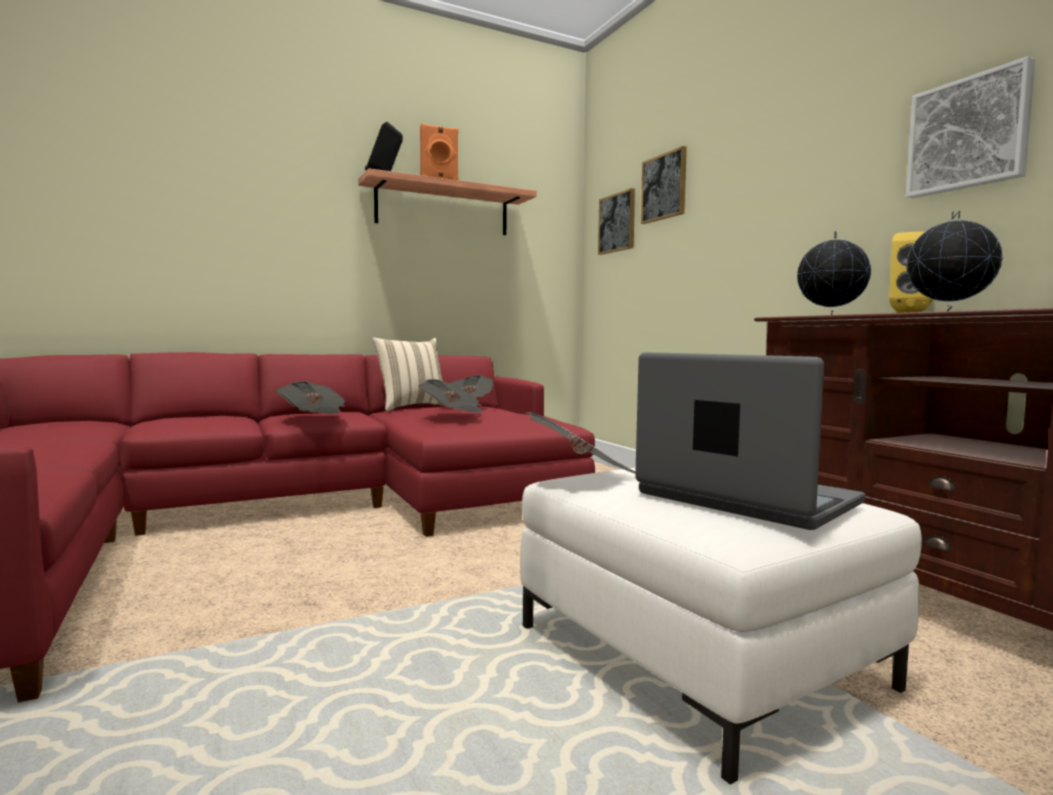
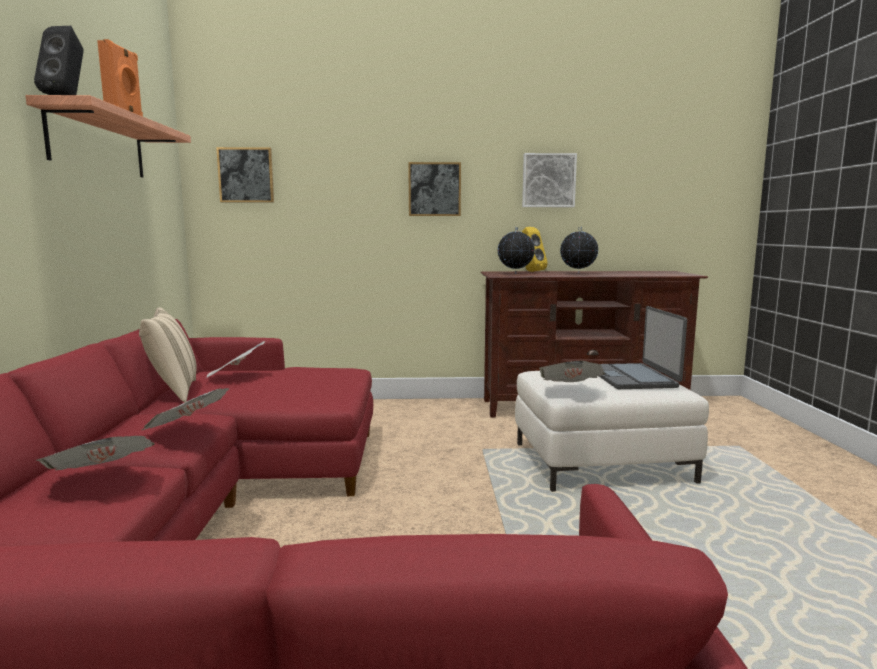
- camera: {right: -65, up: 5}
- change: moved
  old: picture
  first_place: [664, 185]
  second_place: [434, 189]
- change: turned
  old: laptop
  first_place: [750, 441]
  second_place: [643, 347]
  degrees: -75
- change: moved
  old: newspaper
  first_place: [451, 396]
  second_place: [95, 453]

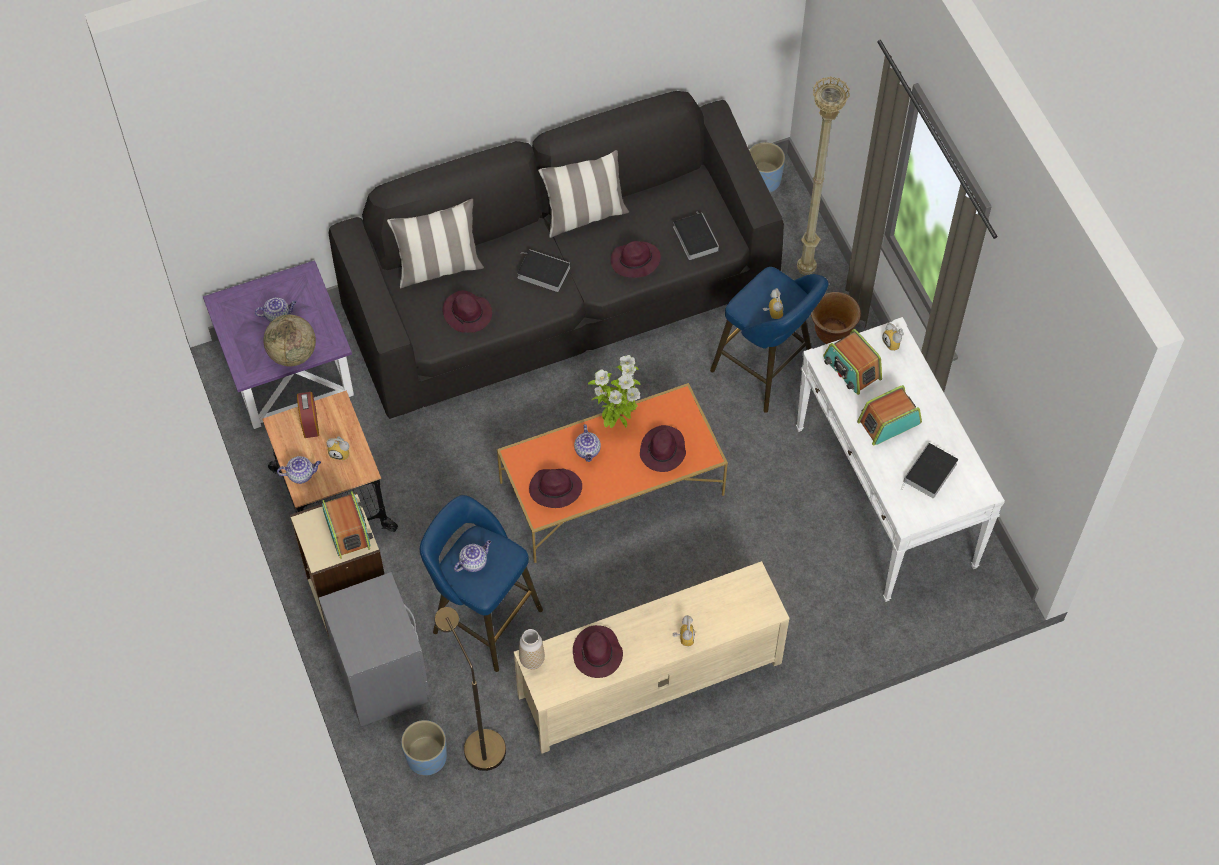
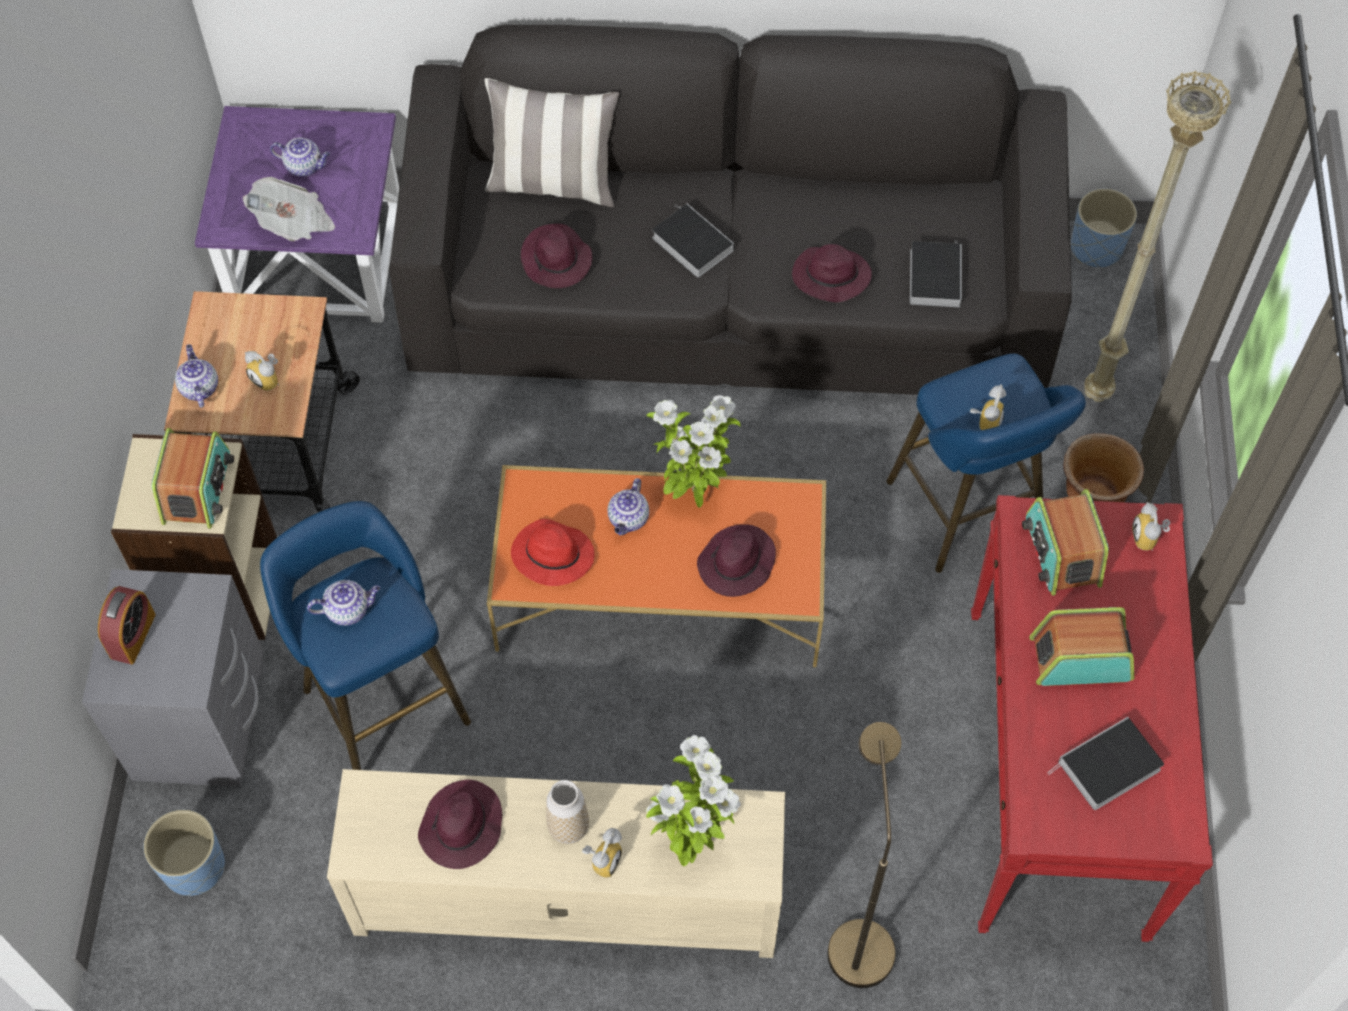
- camera: {right: 25, up: 0}
- change: removed
  old: pillow
  first_place: [583, 194]
- change: replaced
  old: globe
  new: newspaper
  first_place: [289, 340]
  second_place: [289, 209]
- change: recoloured
  old: console table (white)
  new: console table (red)
  first_place: [900, 459]
  second_place: [1092, 718]
- change: moved
  old: alarm clock
  first_place: [308, 415]
  second_place: [127, 625]
- change: turned
  old: teapot
  first_place: [299, 470]
  second_place: [196, 376]
  degrees: -120
- change: recoloured
  old: hat (purple)
  new: hat (red)
  first_place: [555, 488]
  second_place: [553, 552]
- change: moved
  old: floor lamp (brown)
  first_place: [470, 689]
  second_place: [864, 855]
- change: moved
  old: vase
  first_place: [532, 649]
  second_place: [567, 812]
- change: added
  new: potted plant
  second_place: [693, 800]

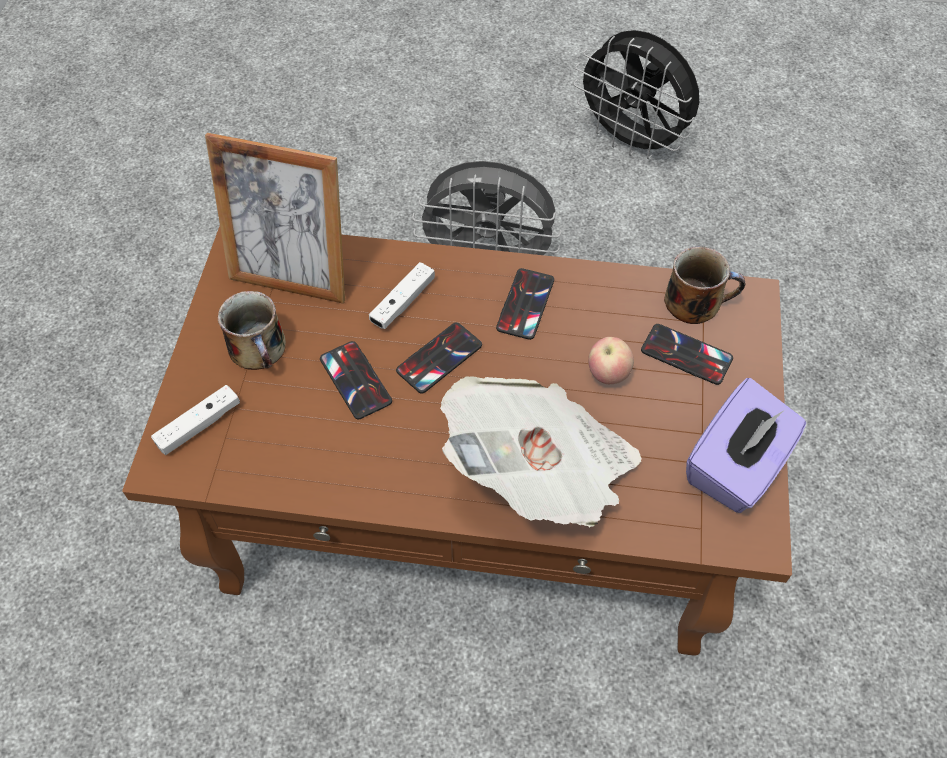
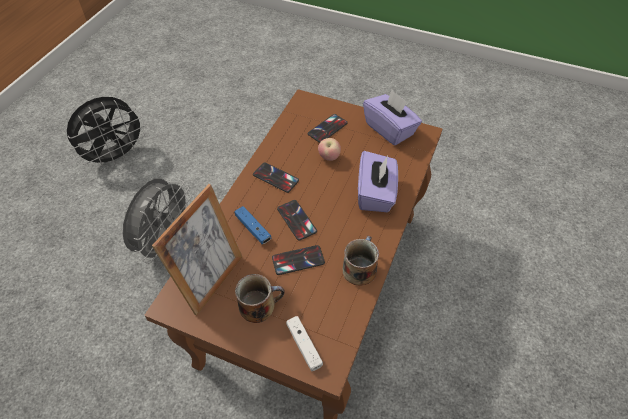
- camera: {right: -75, up: -5}
- change: moved
  old: mug
  first_place: [705, 285]
  second_place: [361, 261]
- change: recoloured
  old: game controller (white)
  new: game controller (blue)
  first_place: [402, 295]
  second_place: [253, 225]
- change: replaced
  old: newspaper
  new: tissue box (purple)
  first_place: [541, 451]
  second_place: [378, 181]

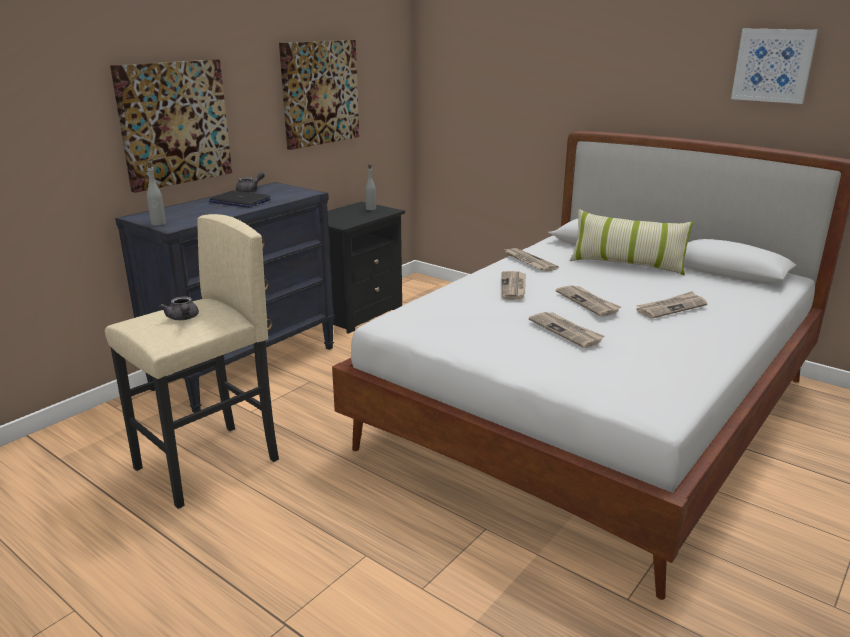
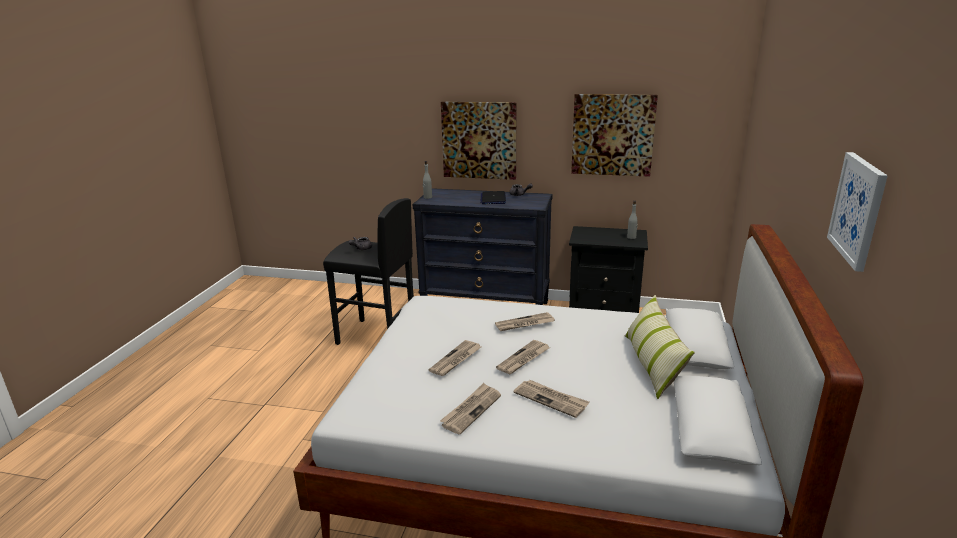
- camera: {right: 65, up: 0}
- change: recoloured
  old: stool (beige)
  new: stool (black)
  first_place: [192, 361]
  second_place: [368, 271]
- change: moved
  old: newspaper
  first_place: [532, 259]
  second_place: [470, 408]

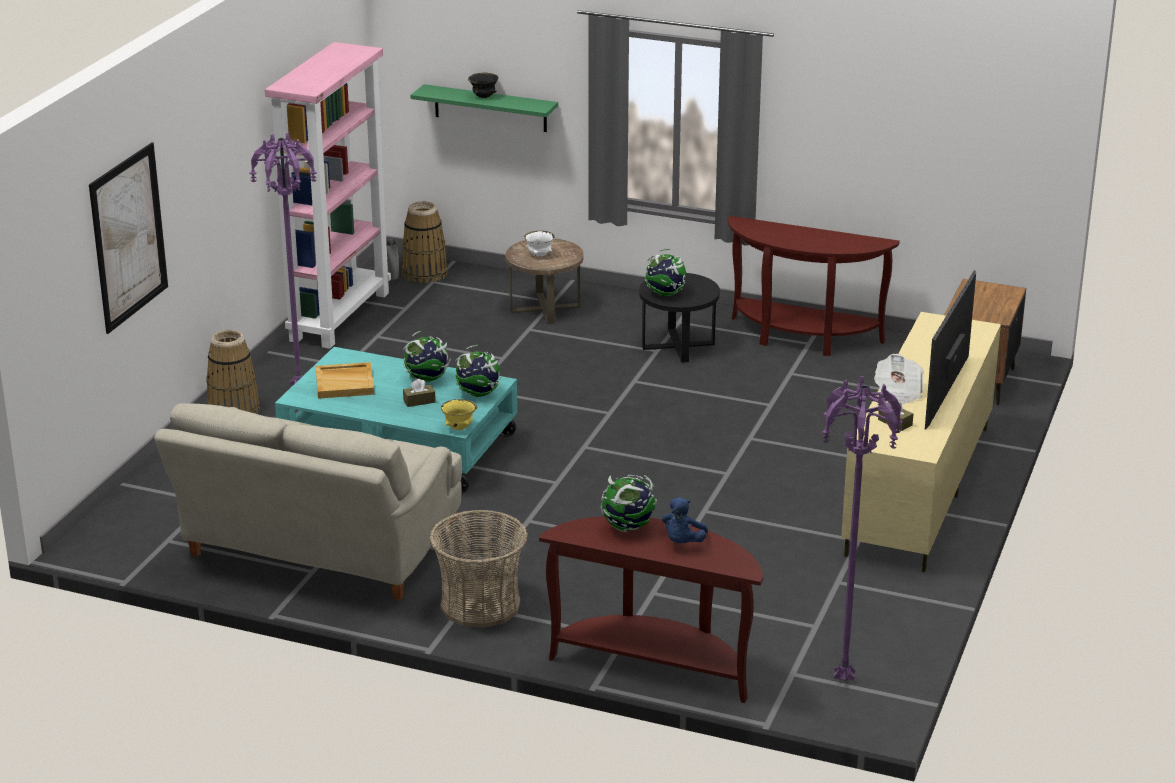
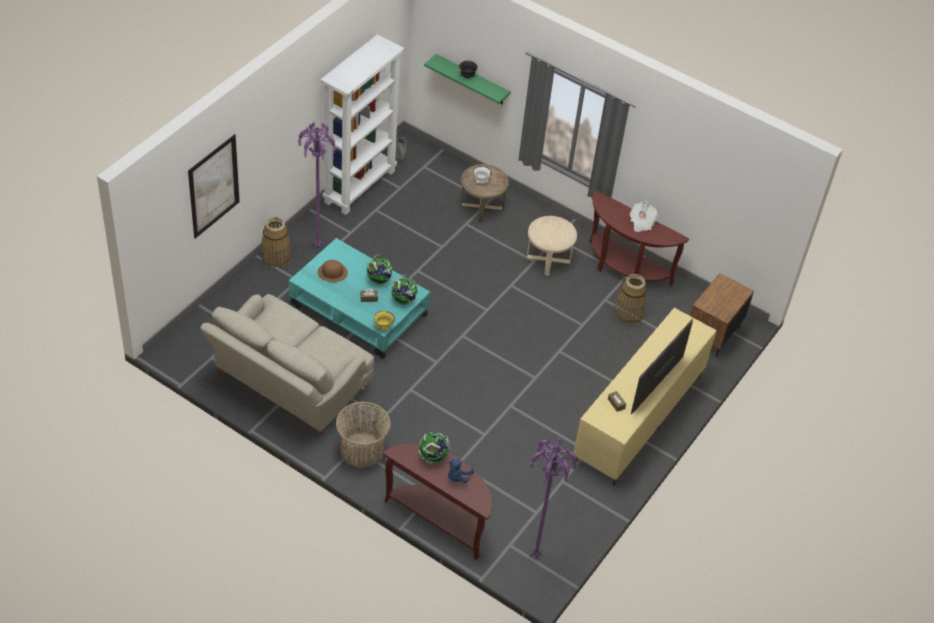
- camera: {right: 10, up: 20}
- change: recoloured
  old: bookcase (pink)
  new: bookcase (white)
  first_place: [328, 195]
  second_place: [362, 125]
- change: moved
  old: basket
  first_place: [425, 242]
  second_place: [630, 299]
- change: removed
  old: globe
  first_place: [666, 272]
- change: recoloured
  old: side table (black)
  new: side table (beige)
  first_place: [679, 318]
  second_place: [551, 246]
- change: moved
  old: newspaper
  first_place: [899, 379]
  second_place: [644, 216]
- change: replaced
  old: tray (beige)
  new: hat (brown)
  first_place: [345, 380]
  second_place: [332, 271]

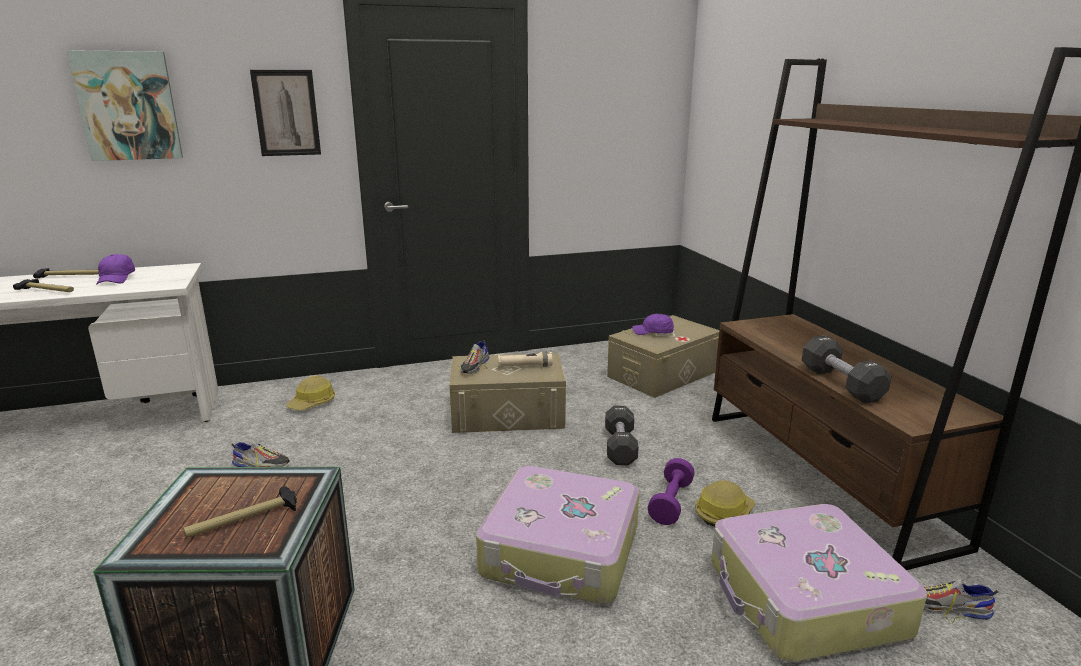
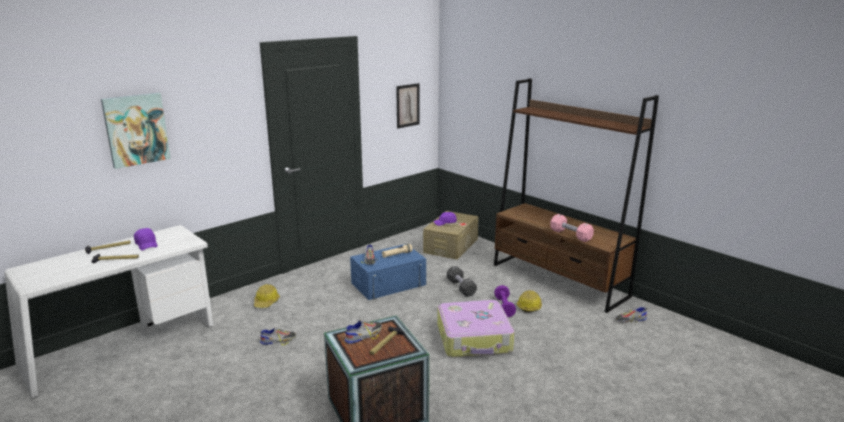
- camera: {right: -25, up: 0}
- change: moved
  old: picture
  first_place: [285, 113]
  second_place: [407, 105]
- change: recoloured
  old: dumbbell (black)
  new: dumbbell (pink)
  first_place: [847, 369]
  second_place: [572, 228]
- change: recoloured
  old: storage box (beige)
  new: storage box (blue)
  first_place: [508, 393]
  second_place: [388, 272]
- change: removed
  old: suitcase
  first_place: [819, 583]
- change: added
  new: shoe
  second_place: [363, 331]

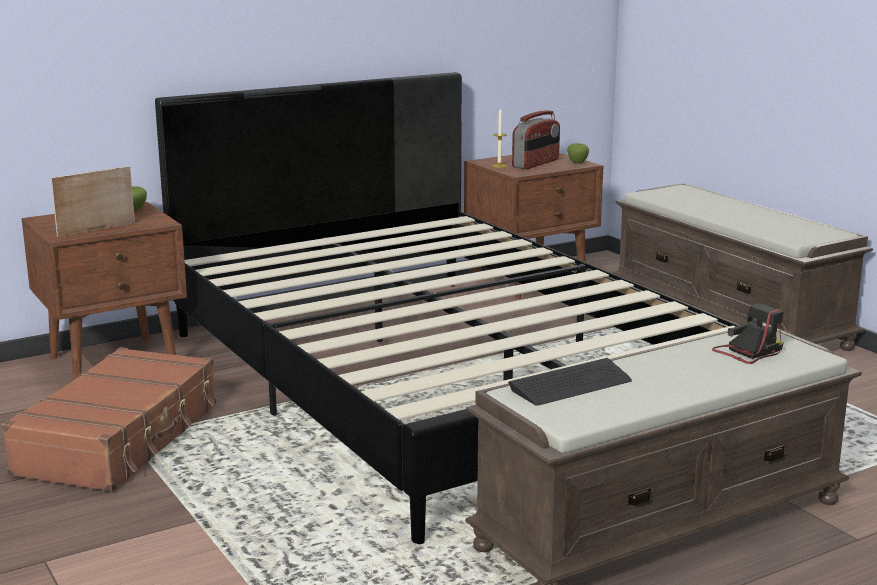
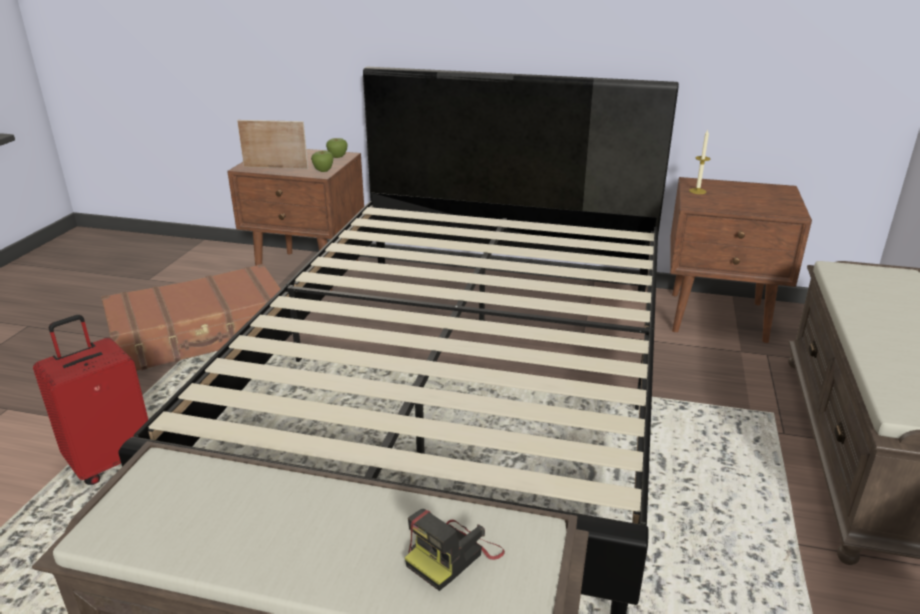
- camera: {right: 45, up: 10}
- change: removed
  old: radio
  first_place: [536, 139]
- change: moved
  old: apple
  first_place: [578, 153]
  second_place: [322, 161]
- change: turned
  old: photo camera
  first_place: [748, 333]
  second_place: [455, 550]
  degrees: 120
- change: removed
  old: keyboard
  first_place: [570, 382]
- change: added
  new: suitcase (red)
  second_place: [90, 400]

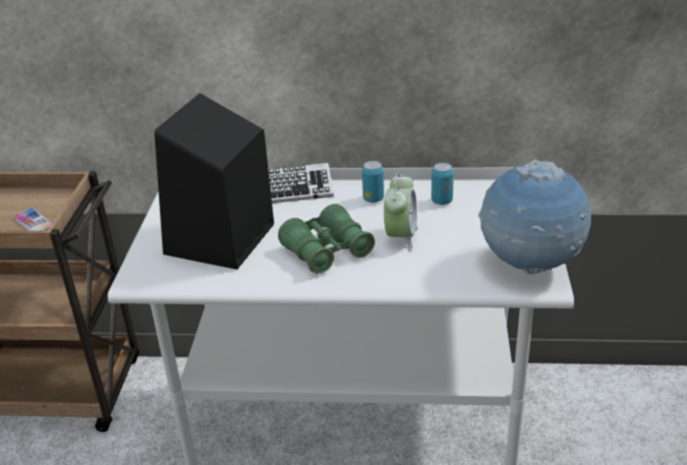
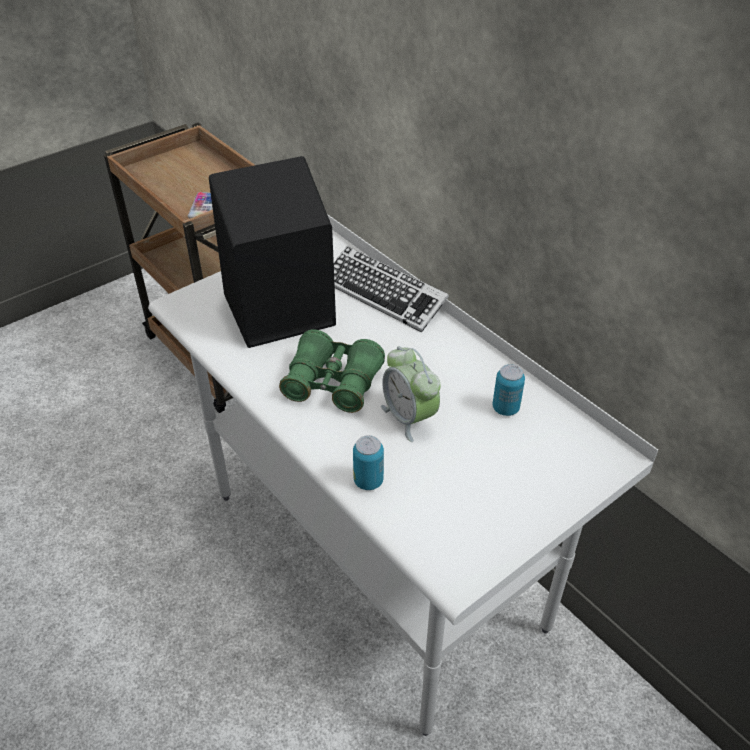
- camera: {right: 45, up: 10}
- change: removed
  old: globe
  first_place: [534, 217]
- change: moved
  old: can
  first_place: [373, 182]
  second_place: [368, 462]
- change: turned
  old: alarm clock
  first_place: [401, 213]
  second_place: [411, 394]
  degrees: 90

